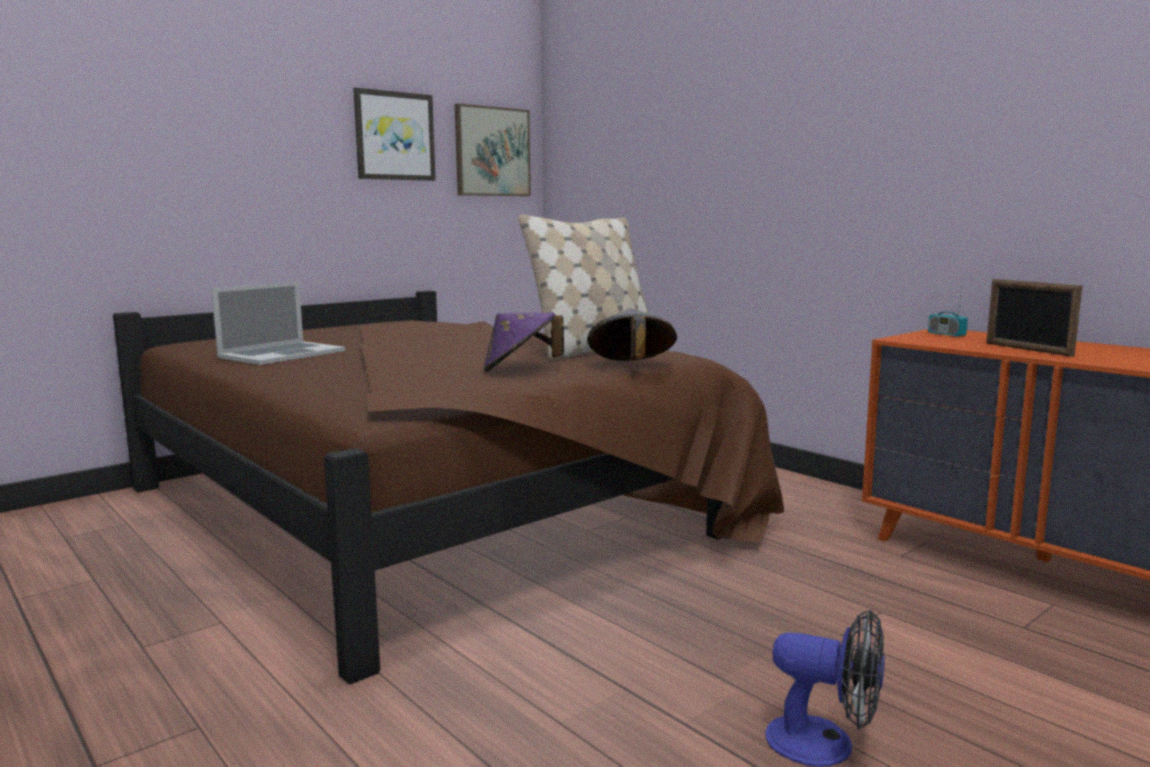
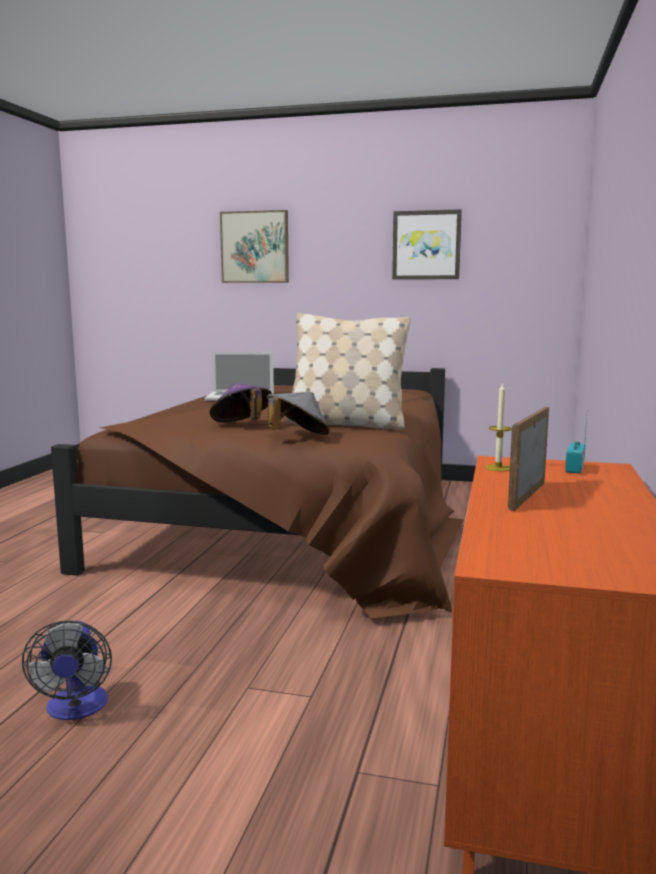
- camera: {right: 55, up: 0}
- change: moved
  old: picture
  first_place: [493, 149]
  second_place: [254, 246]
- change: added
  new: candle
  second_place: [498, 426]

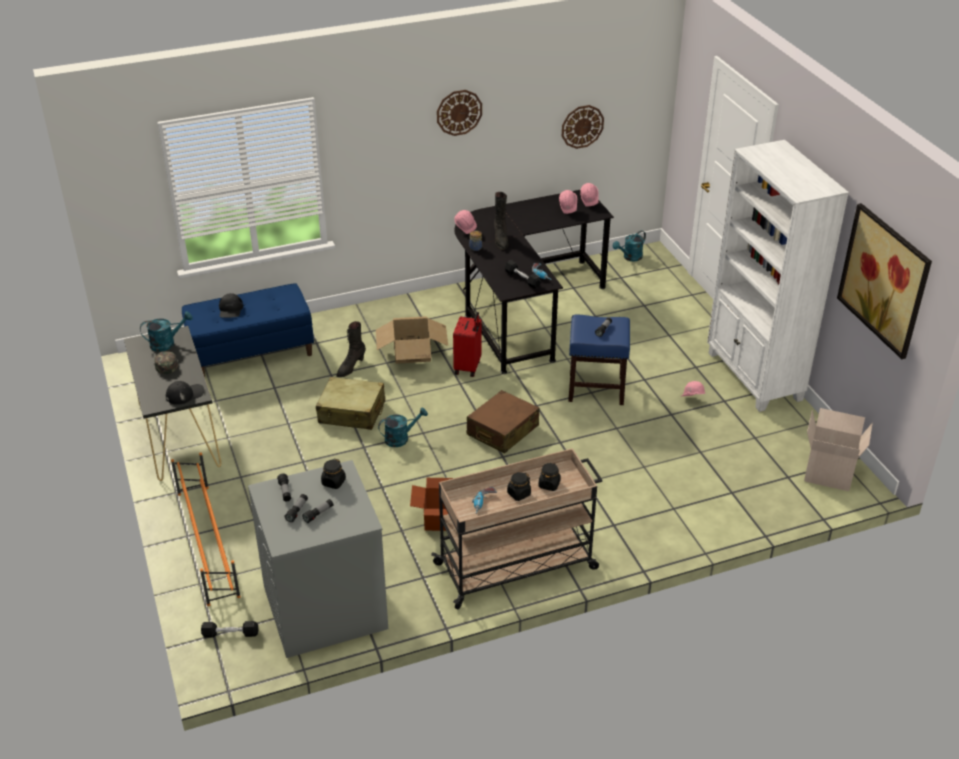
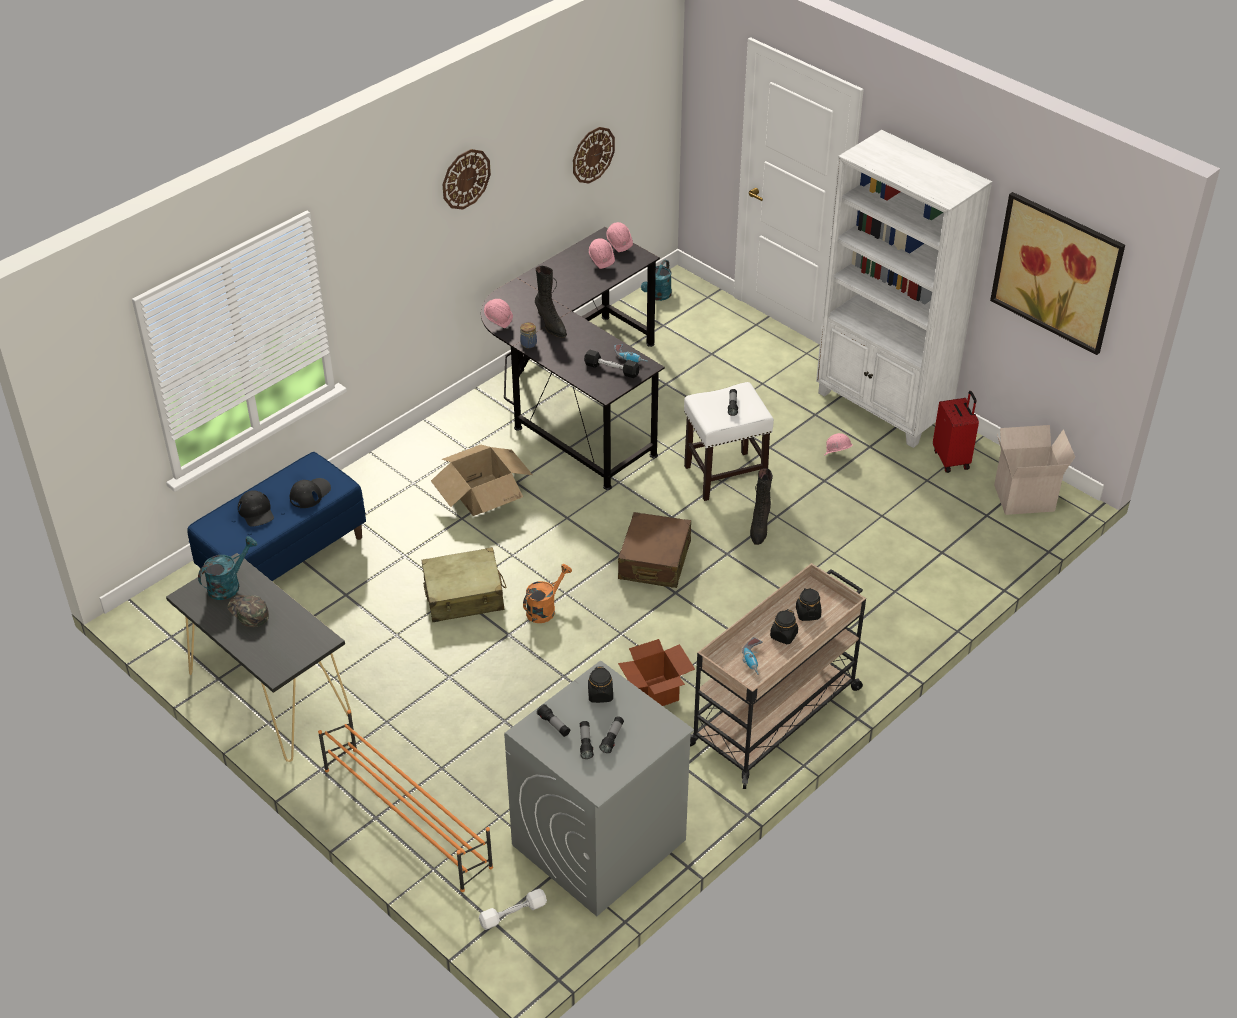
- camera: {right: -25, up: 5}
- change: moved
  old: suitcase (red)
  first_place: [467, 344]
  second_place: [956, 432]
- change: recoloured
  old: stool (blue)
  new: stool (white)
  first_place: [599, 360]
  second_place: [729, 441]
- change: moved
  old: boot (black)
  first_place: [351, 349]
  second_place: [761, 506]
- change: moved
  old: cap (black)
  first_place: [185, 393]
  second_place: [310, 493]
- change: recoloured
  old: watering can (turquoise)
  new: watering can (orange)
  first_place: [403, 427]
  second_place: [547, 593]
- change: recoloured
  old: dumbbell (black)
  new: dumbbell (white)
  first_place: [229, 629]
  second_place: [513, 909]

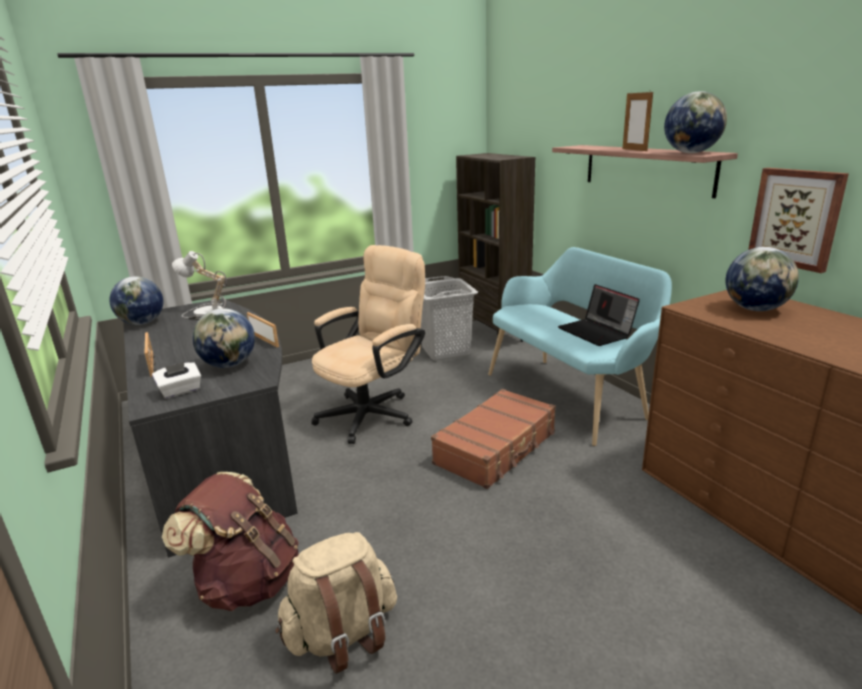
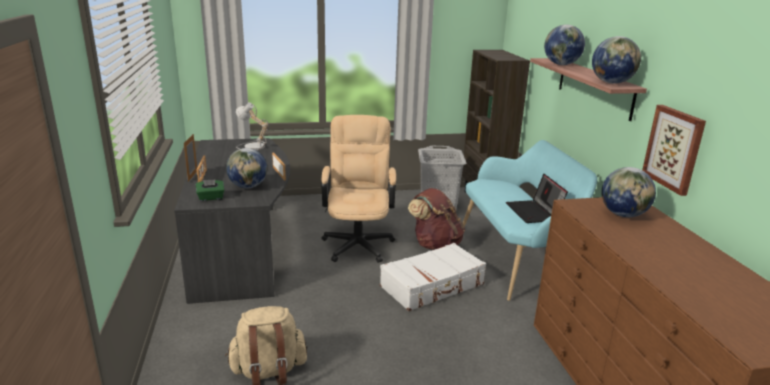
- camera: {right: 15, up: 0}
- change: moved
  old: picture frame
  first_place: [637, 121]
  second_place: [190, 158]
- change: turned
  old: office chair (beige)
  first_place: [368, 344]
  second_place: [358, 189]
  degrees: -60
- change: moved
  old: globe
  first_place: [136, 300]
  second_place: [564, 45]
- change: recoloured
  old: tissue box (white)
  new: tissue box (green)
  first_place: [176, 380]
  second_place: [210, 190]
- change: recoloured
  old: suitcase (brown)
  new: suitcase (white)
  first_place: [493, 439]
  second_place: [433, 277]
- change: moved
  old: backpack (brown)
  first_place: [230, 541]
  second_place: [436, 219]

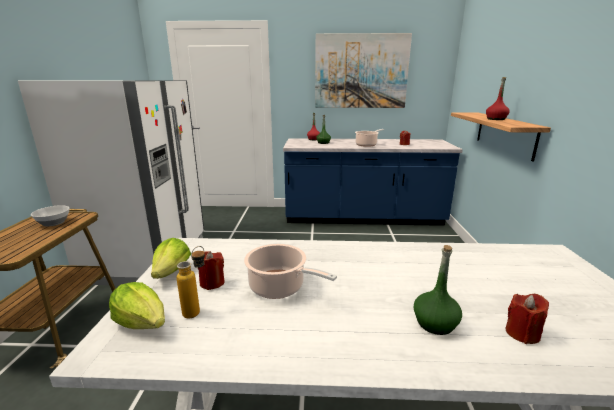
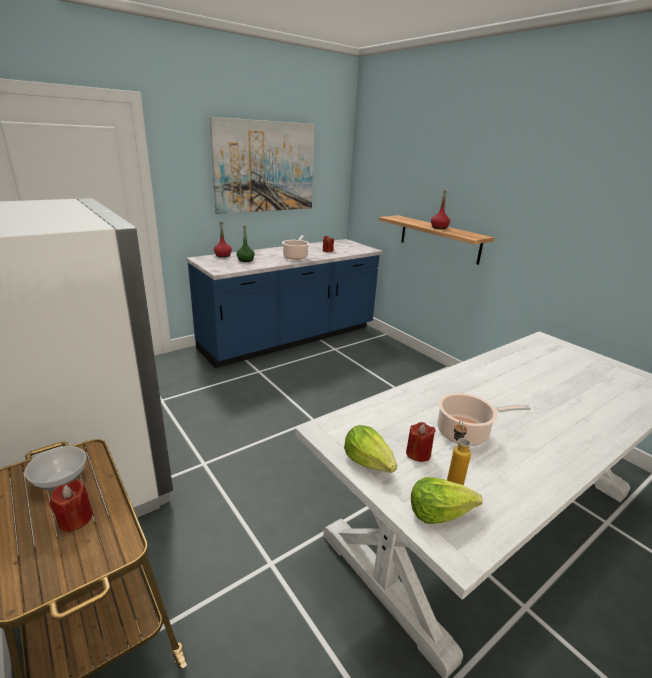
- camera: {right: -40, up: 5}
- change: removed
  old: bottle (green)
  first_place: [438, 290]
- change: moved
  old: candle (red)
  first_place: [527, 319]
  second_place: [71, 505]

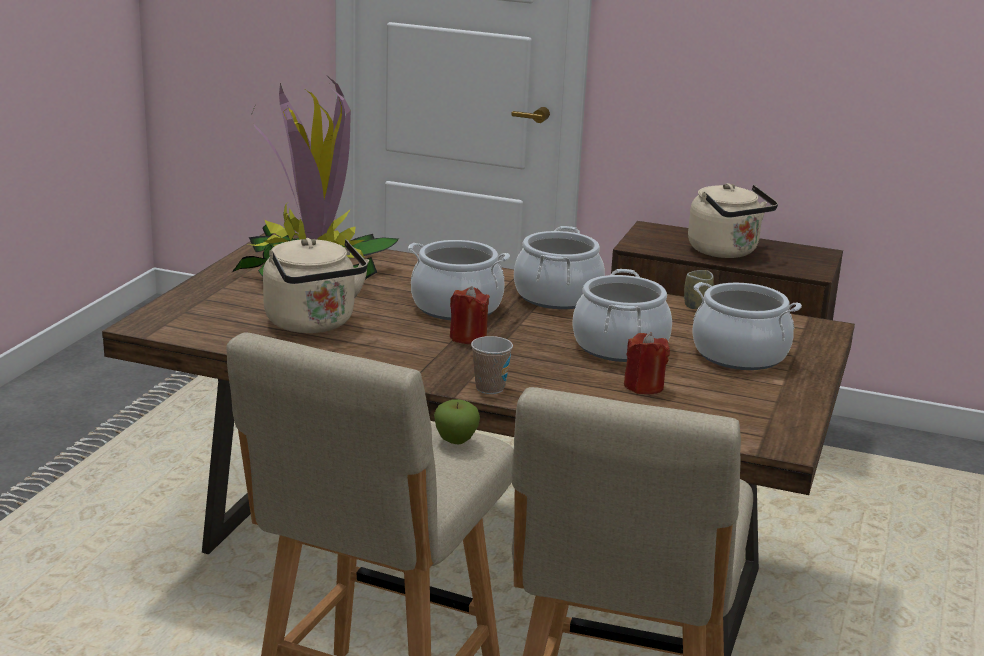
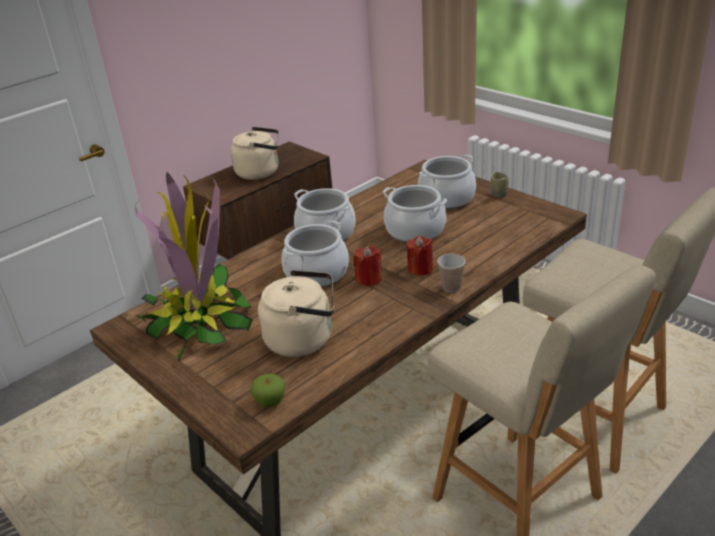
- camera: {right: -60, up: 10}
- change: moved
  old: cup
  first_place: [699, 289]
  second_place: [499, 185]
- change: moved
  old: candle (red)
  first_place: [647, 363]
  second_place: [420, 256]
- change: moved
  old: apple
  first_place: [457, 421]
  second_place: [267, 390]

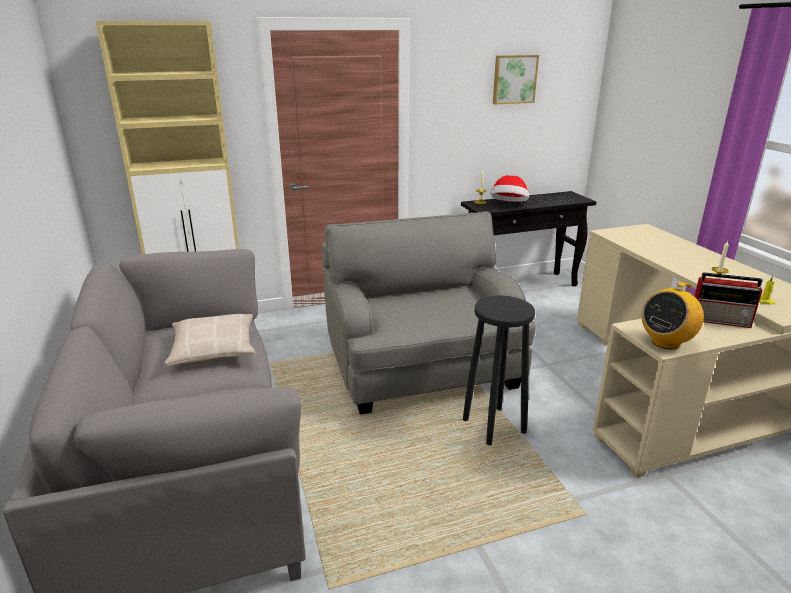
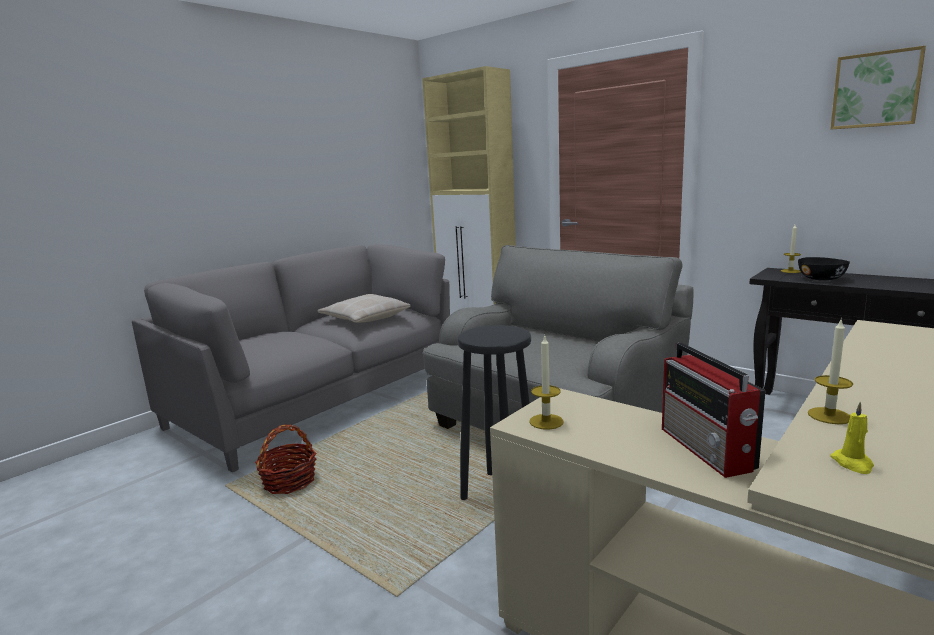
- camera: {right: 60, up: -10}
- change: replaced
  old: hat
  new: bowl (black)
  first_place: [509, 188]
  second_place: [824, 269]
- change: replaced
  old: radio
  new: candle
  first_place: [673, 315]
  second_place: [546, 383]
- change: added
  new: basket
  second_place: [285, 459]

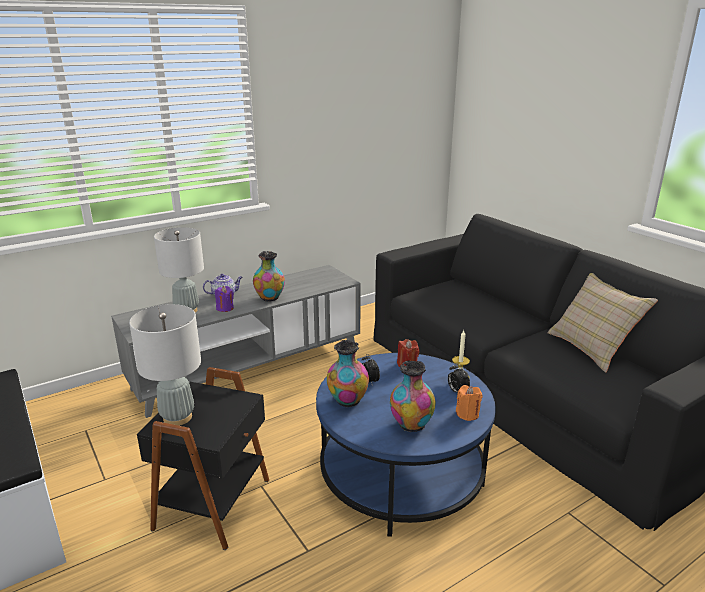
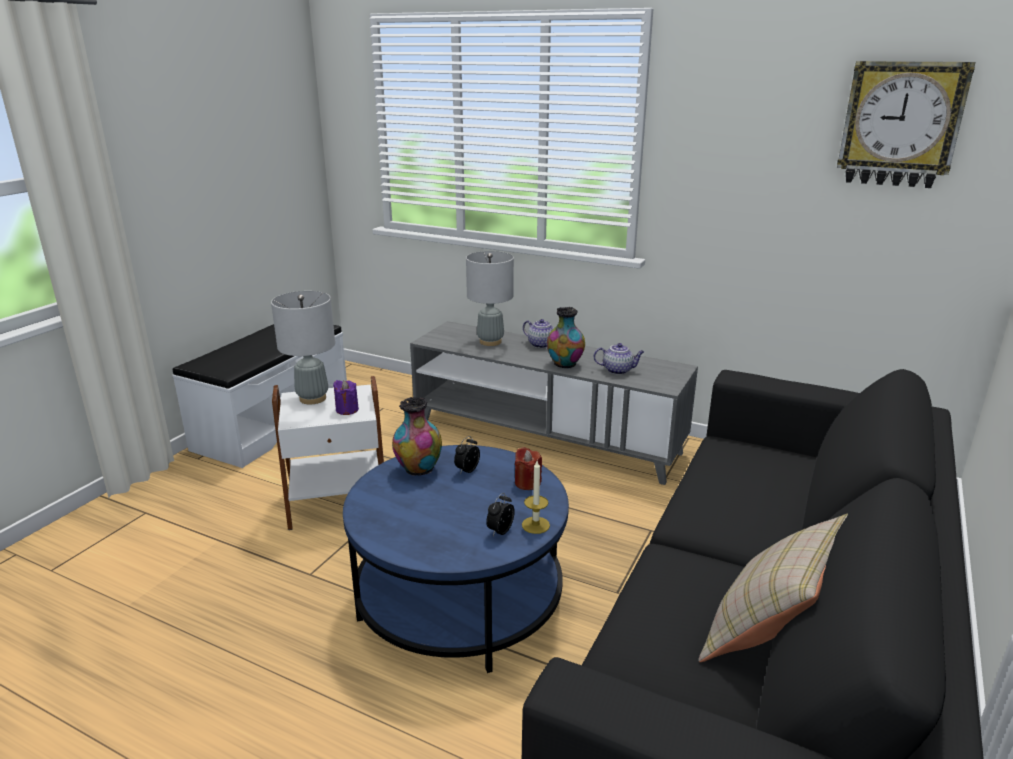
- camera: {right: 60, up: 0}
- change: moved
  old: candle (purple)
  first_place: [224, 299]
  second_place: [346, 397]
- change: removed
  old: vase
  first_place: [412, 396]
- change: recoloured
  old: side table (black)
  new: side table (white)
  first_place: [203, 458]
  second_place: [328, 453]
- change: removed
  old: candle (orange)
  first_place: [469, 403]
- change: added
  new: wall clock
  second_place: [906, 124]
- change: added
  new: teapot
  second_place: [619, 359]

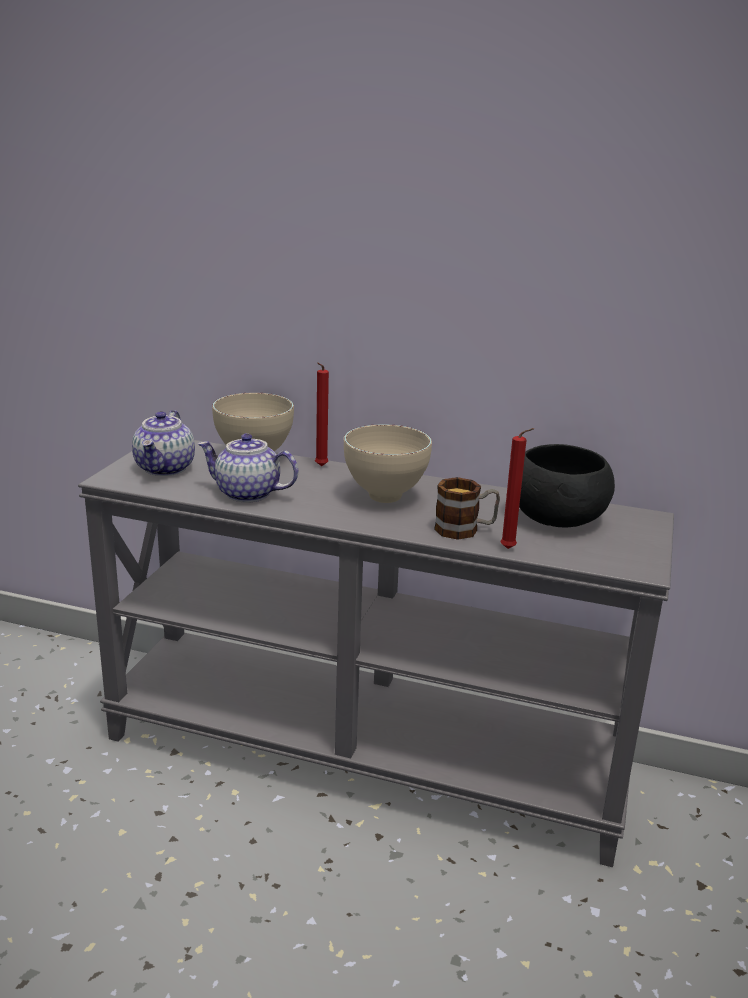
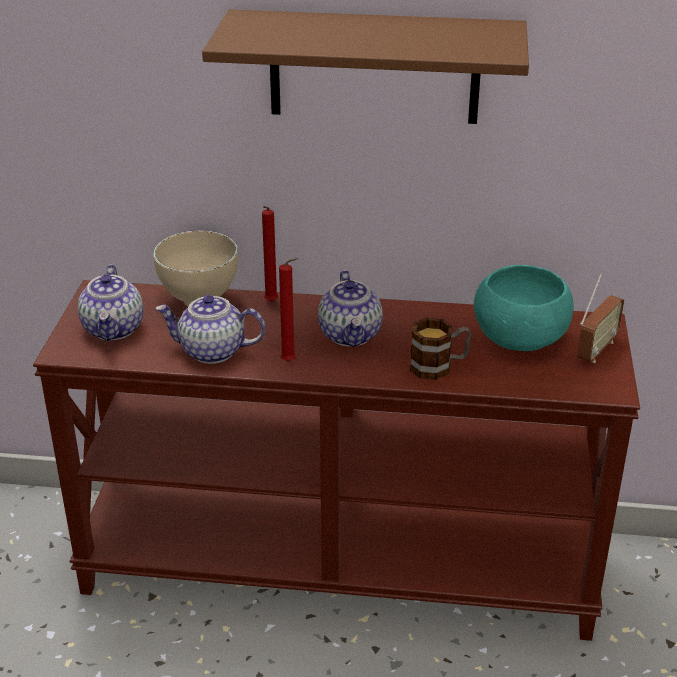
- camera: {right: -10, up: 10}
- change: replaced
  old: bowl (beige)
  new: teapot
  first_place: [388, 463]
  second_place: [350, 308]
- change: moved
  old: candle (red)
  first_place: [517, 488]
  second_place: [288, 310]
- change: recoloured
  old: console table (grey)
  new: console table (brown)
  first_place: [376, 653]
  second_place: [336, 460]
- change: recoloured
  old: bowl (black)
  new: bowl (turquoise)
  first_place: [567, 486]
  second_place: [524, 308]
- change: added
  new: shelf (brown)
  second_place: [365, 66]
- change: added
  new: radio
  second_place: [600, 318]

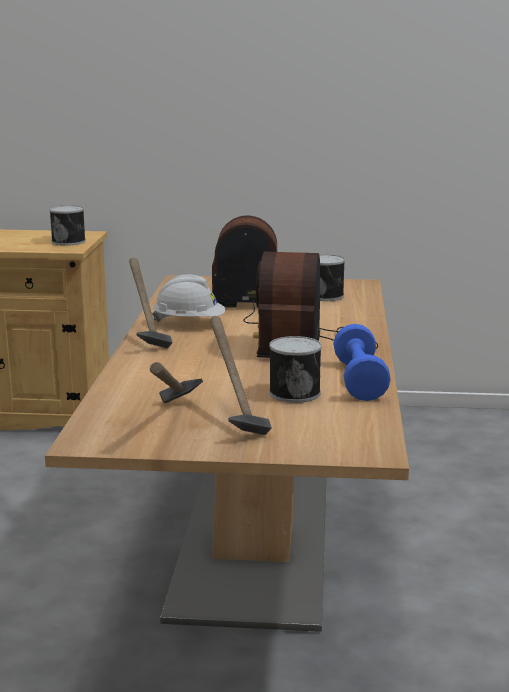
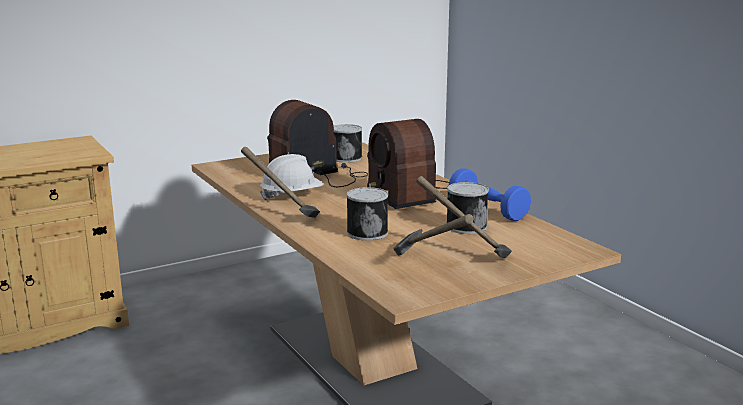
- camera: {right: -35, up: 0}
- change: moved
  old: can
  first_place: [67, 225]
  second_place: [367, 214]

